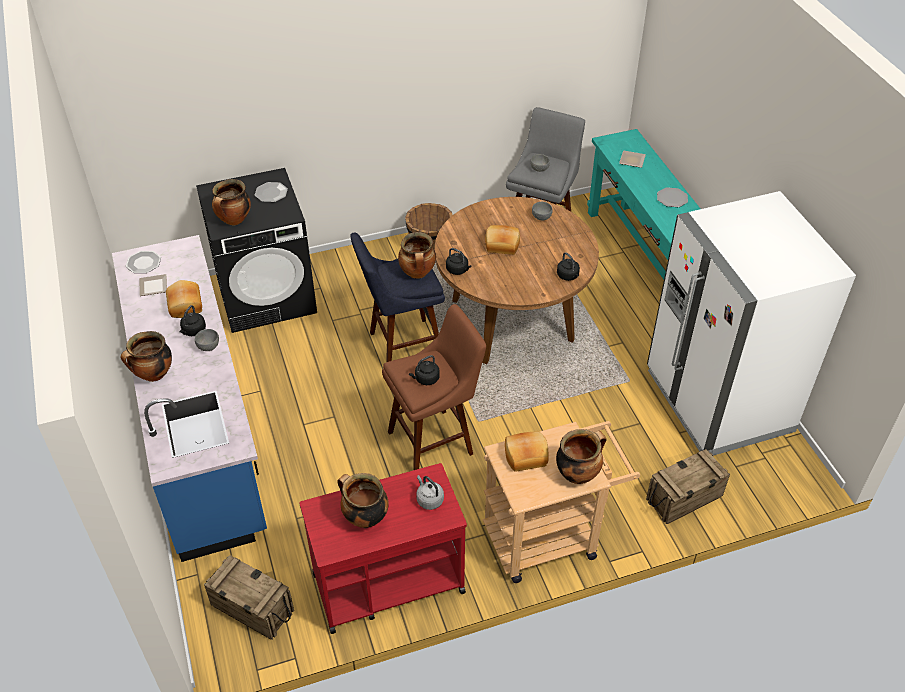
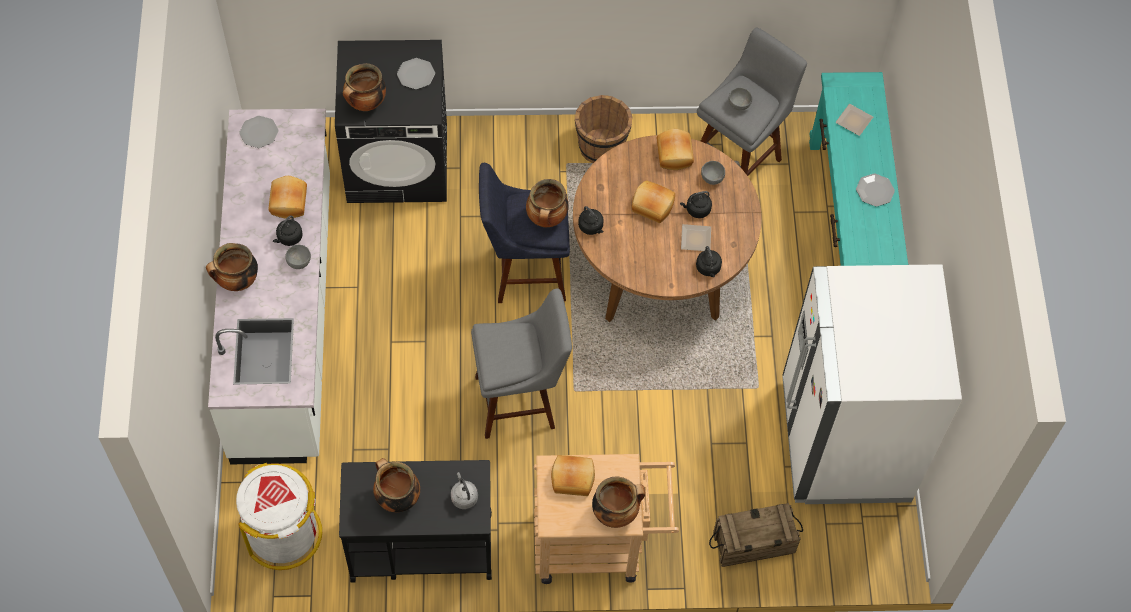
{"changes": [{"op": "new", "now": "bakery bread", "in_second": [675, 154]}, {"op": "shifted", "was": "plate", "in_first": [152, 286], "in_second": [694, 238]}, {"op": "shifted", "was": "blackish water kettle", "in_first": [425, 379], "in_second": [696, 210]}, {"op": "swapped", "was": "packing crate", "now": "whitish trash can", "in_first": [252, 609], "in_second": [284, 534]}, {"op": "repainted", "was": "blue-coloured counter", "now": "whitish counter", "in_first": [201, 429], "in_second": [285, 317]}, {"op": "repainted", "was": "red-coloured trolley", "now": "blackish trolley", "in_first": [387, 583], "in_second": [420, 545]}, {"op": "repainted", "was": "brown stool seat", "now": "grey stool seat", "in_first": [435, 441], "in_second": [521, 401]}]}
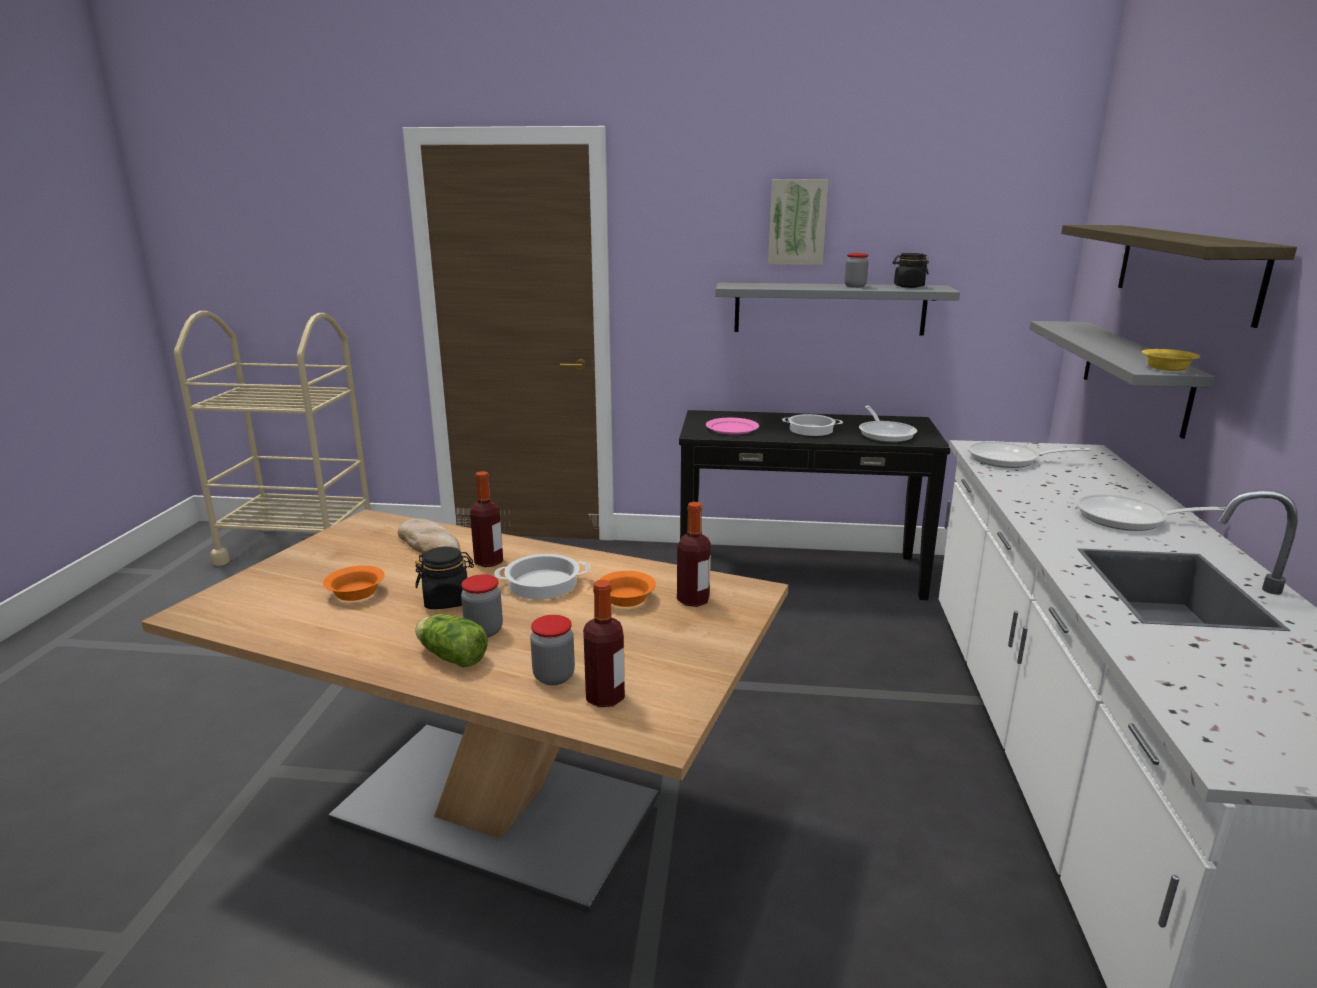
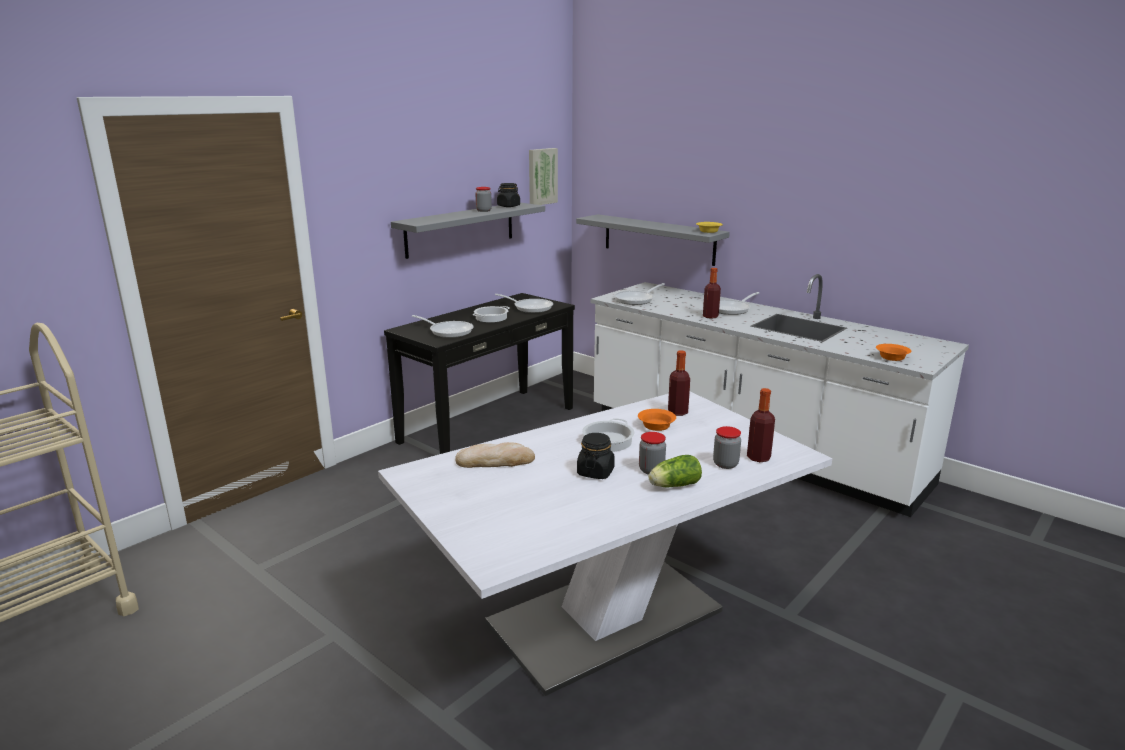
{"changes": [{"op": "gone", "was": "wall shelf", "in_first": [1185, 269]}, {"op": "shifted", "was": "orangey deep dish", "in_first": [356, 592], "in_second": [891, 357]}, {"op": "shifted", "was": "drink bottle", "in_first": [489, 562], "in_second": [710, 316]}, {"op": "shifted", "was": "wall art", "in_first": [797, 222], "in_second": [541, 176]}, {"op": "swapped", "was": "pink-coloured plate", "now": "pan", "in_first": [732, 428], "in_second": [448, 331]}, {"op": "repainted", "was": "brown dinner table", "now": "whitish dinner table", "in_first": [496, 809], "in_second": [605, 617]}]}
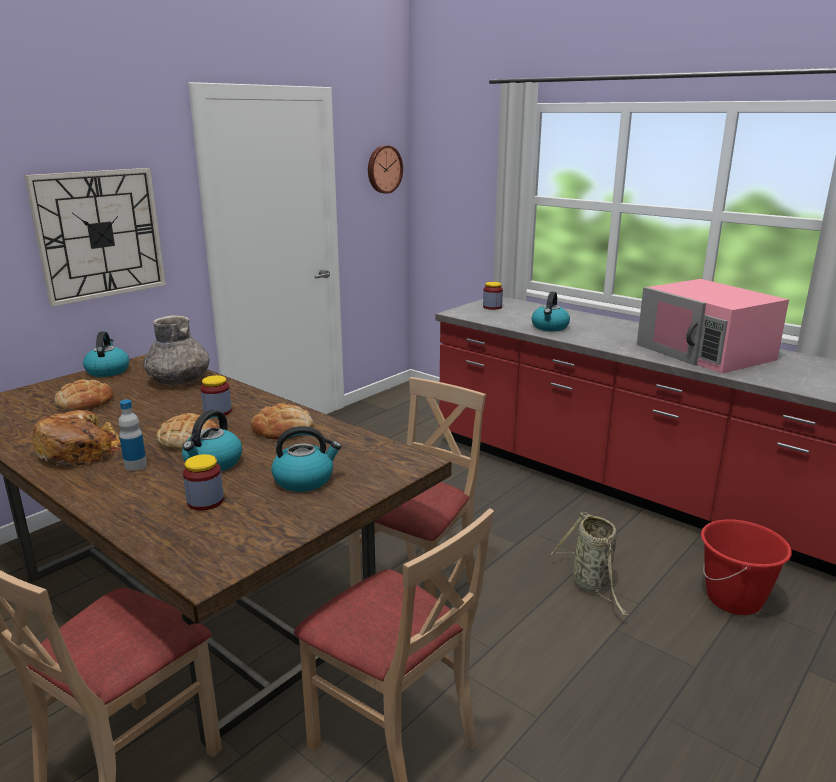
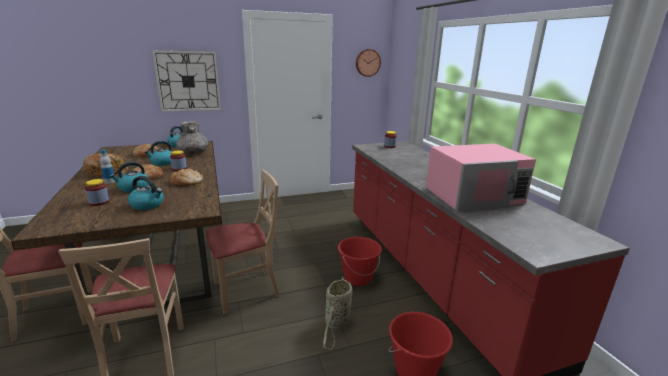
{"changes": [{"op": "new", "now": "red-coloured water bucket", "in_second": [358, 278]}, {"op": "shifted", "was": "water kettle", "in_first": [550, 327], "in_second": [162, 163]}, {"op": "rotated", "was": "pink-coloured microwave", "in_first": [705, 352], "in_second": [474, 195], "clockwise": -105}]}
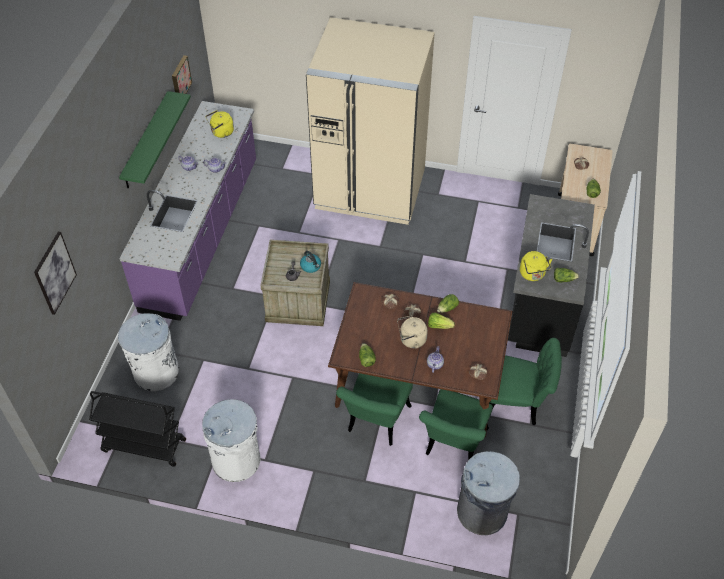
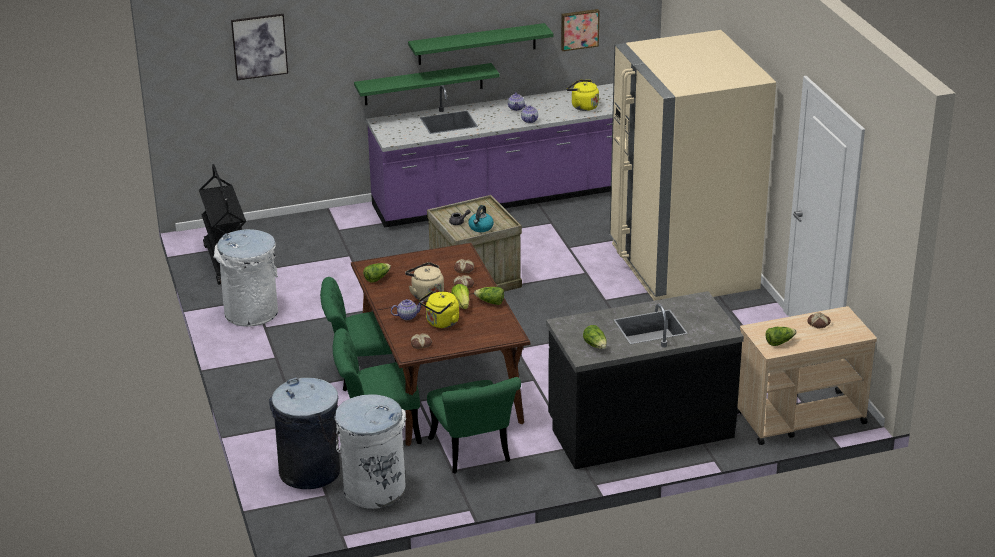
{"changes": [{"op": "new", "now": "green-coloured wall shelf", "in_second": [423, 84]}, {"op": "shifted", "was": "whitish trash can", "in_first": [156, 372], "in_second": [374, 489]}, {"op": "shifted", "was": "yellow-coloured water kettle", "in_first": [533, 274], "in_second": [441, 323]}]}
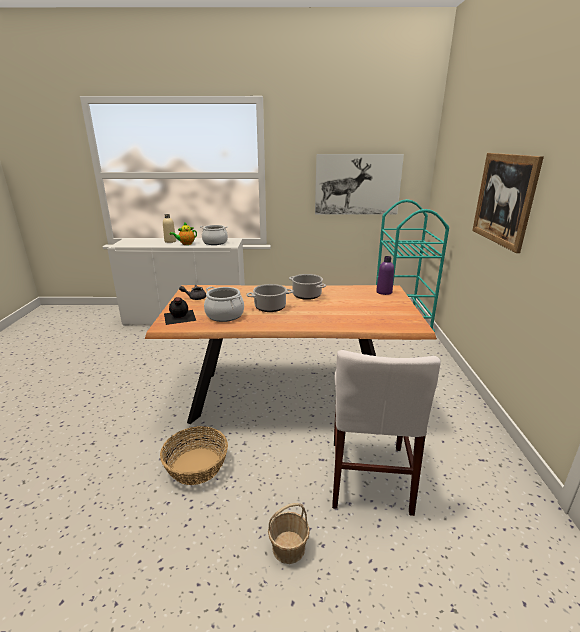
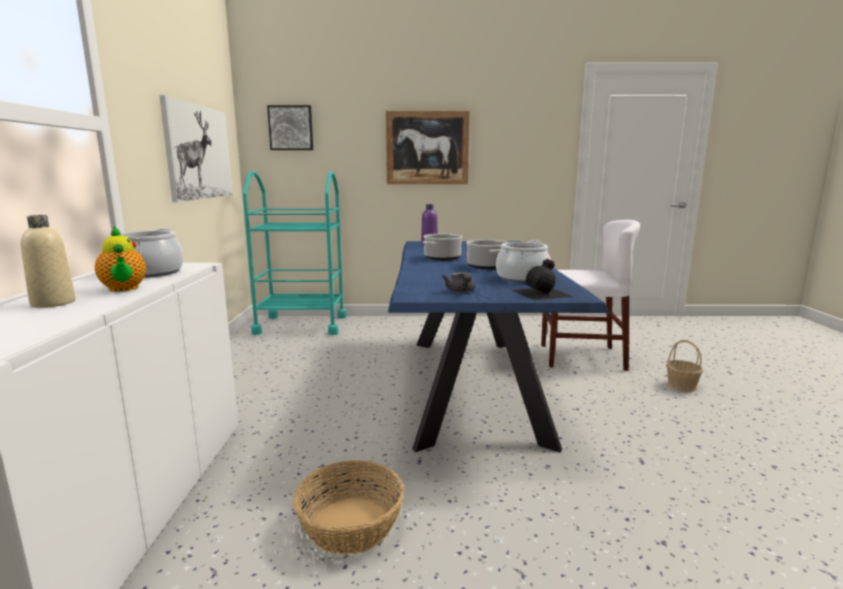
{"changes": [{"op": "new", "now": "wall art", "in_second": [291, 128]}, {"op": "shifted", "was": "household basket", "in_first": [196, 466], "in_second": [351, 524]}, {"op": "repainted", "was": "brown dinner table", "now": "blue-coloured dinner table", "in_first": [290, 394], "in_second": [472, 385]}]}
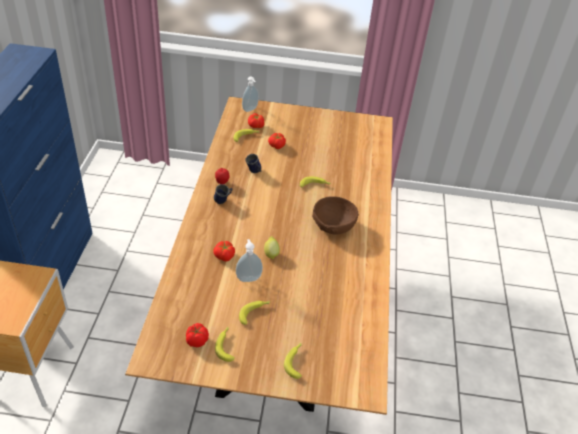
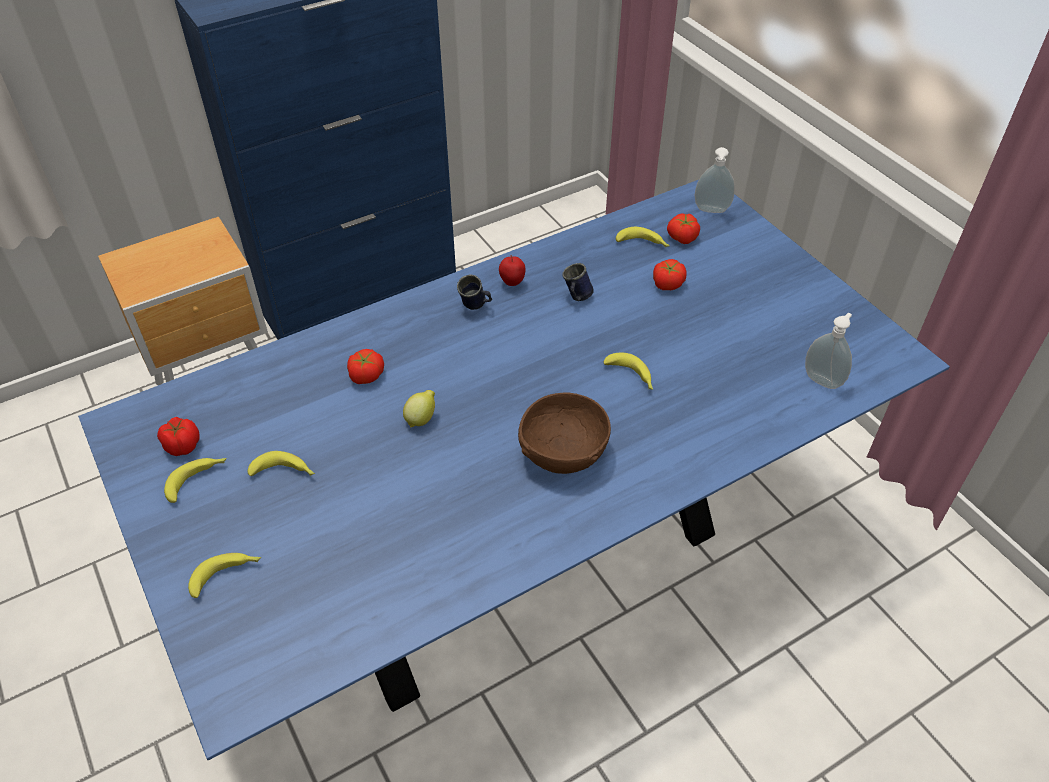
{"changes": [{"op": "shifted", "was": "liquid soap bottle", "in_first": [248, 278], "in_second": [823, 379]}, {"op": "repainted", "was": "brown dinner table", "now": "blue-coloured dinner table", "in_first": [280, 315], "in_second": [524, 555]}]}
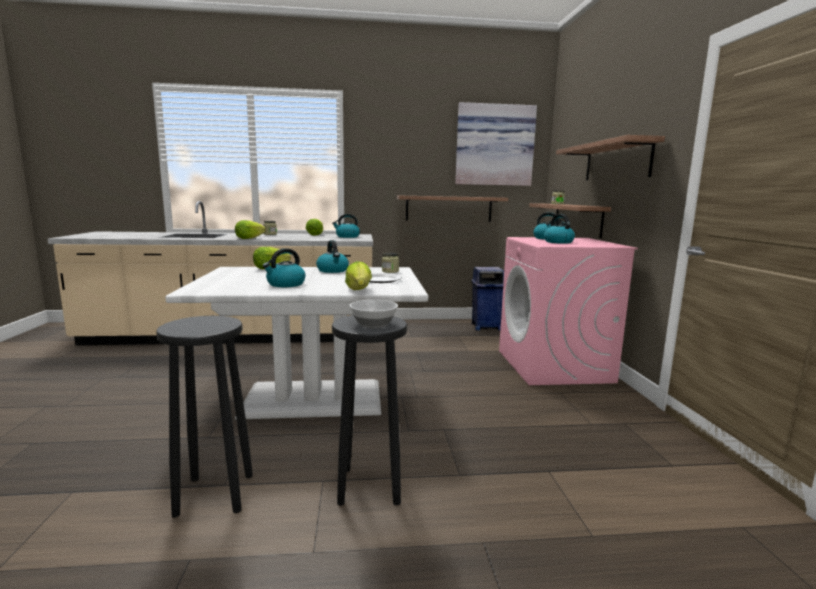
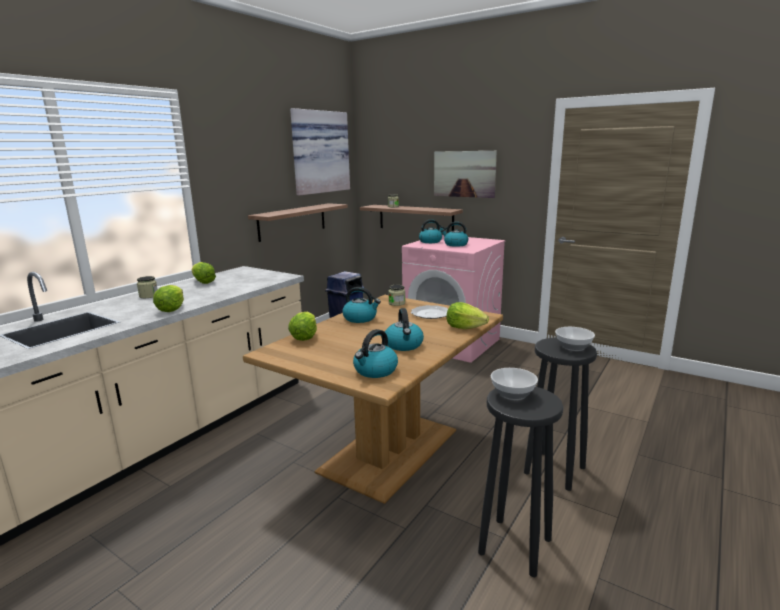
{"changes": [{"op": "new", "now": "deep dish", "in_second": [512, 394]}, {"op": "shifted", "was": "water kettle", "in_first": [347, 237], "in_second": [375, 371]}, {"op": "swapped", "was": "wall shelf", "now": "wall art", "in_first": [616, 161], "in_second": [464, 174]}, {"op": "repainted", "was": "whitish dinner table", "now": "brown dinner table", "in_first": [313, 398], "in_second": [388, 450]}]}
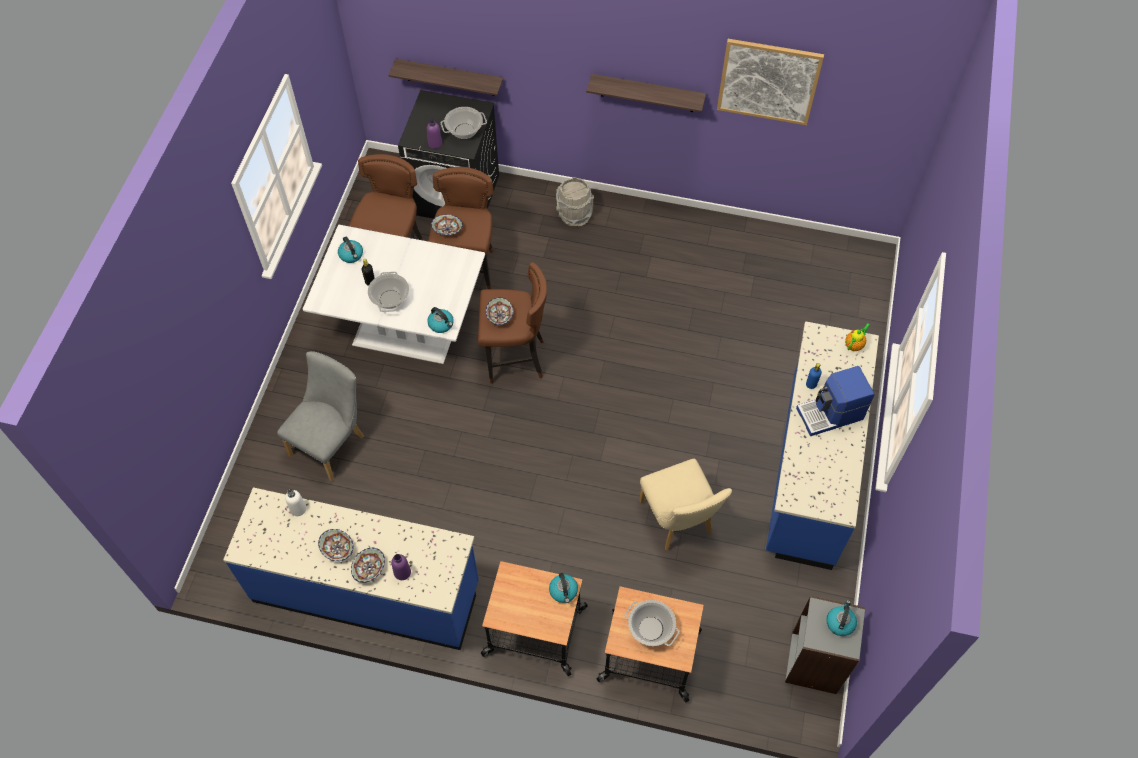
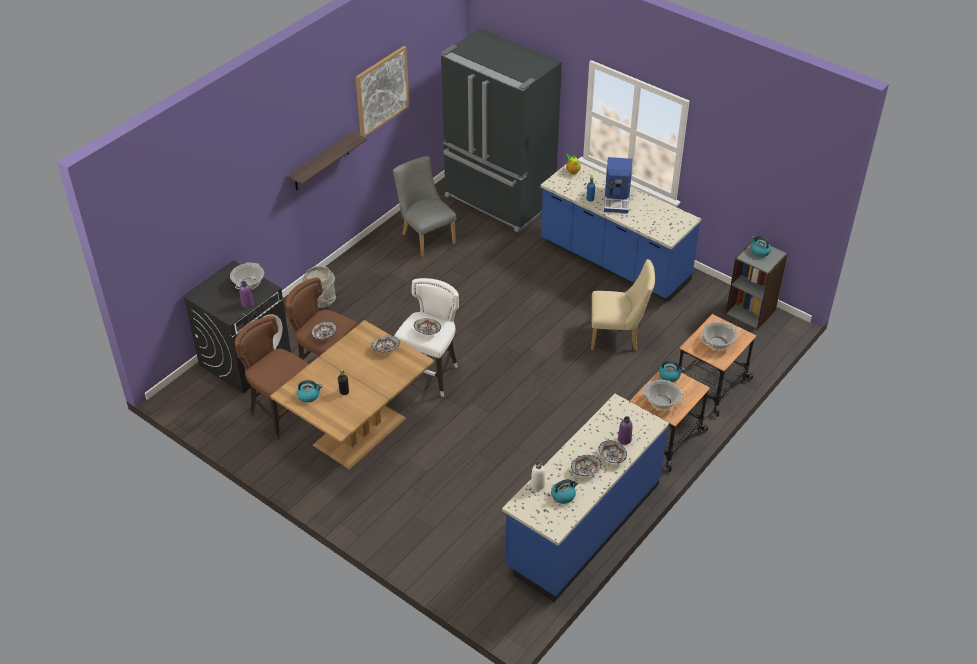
{"changes": [{"op": "gone", "was": "wall shelf", "in_first": [450, 77]}, {"op": "new", "now": "deep dish", "in_second": [386, 349]}, {"op": "new", "now": "blackish kitchen fridge", "in_second": [498, 200]}, {"op": "shifted", "was": "grey upright chair", "in_first": [331, 442], "in_second": [425, 237]}, {"op": "shifted", "was": "cooking pot", "in_first": [390, 299], "in_second": [661, 402]}, {"op": "shifted", "was": "water kettle", "in_first": [441, 324], "in_second": [563, 495]}, {"op": "repainted", "was": "whitish dinner table", "now": "brown dinner table", "in_first": [406, 331], "in_second": [359, 431]}, {"op": "repainted", "was": "brown stool seat", "now": "whitish stool seat", "in_first": [515, 359], "in_second": [431, 376]}]}
